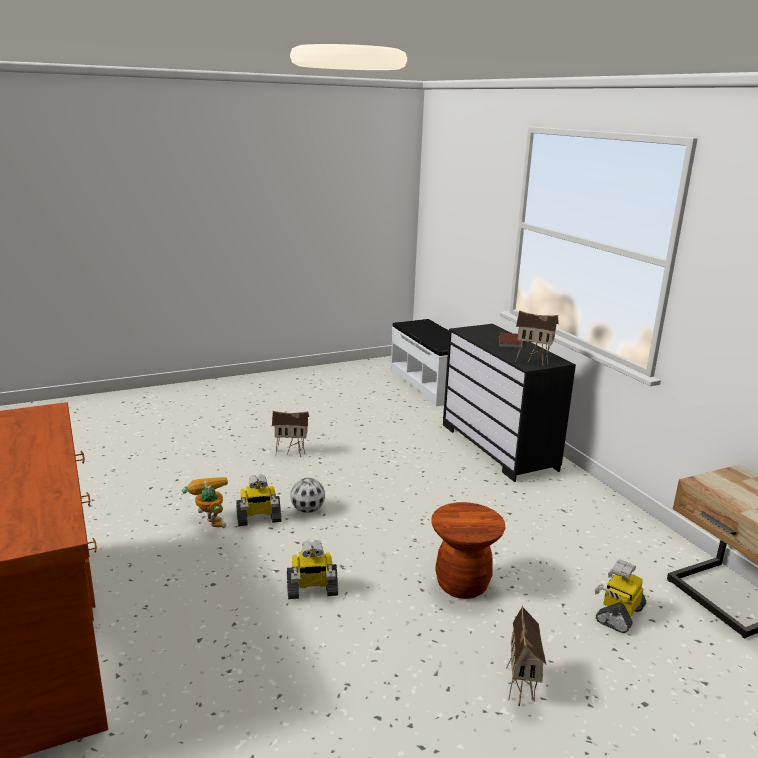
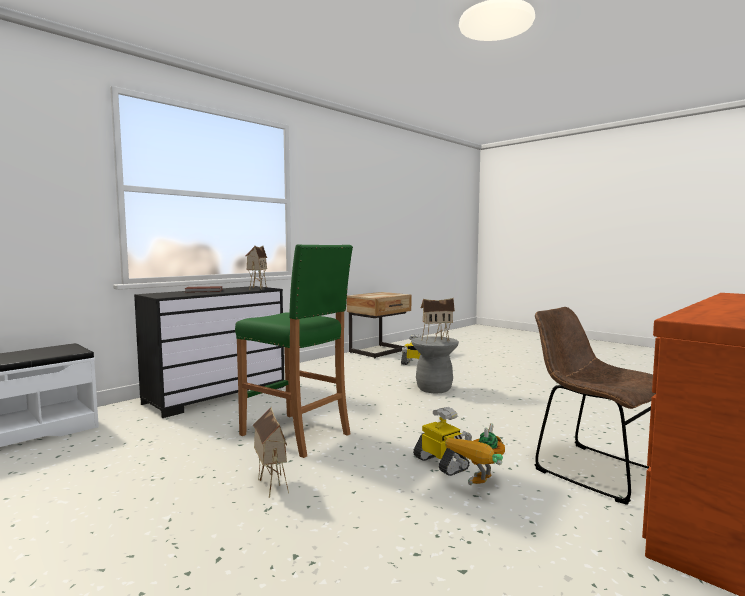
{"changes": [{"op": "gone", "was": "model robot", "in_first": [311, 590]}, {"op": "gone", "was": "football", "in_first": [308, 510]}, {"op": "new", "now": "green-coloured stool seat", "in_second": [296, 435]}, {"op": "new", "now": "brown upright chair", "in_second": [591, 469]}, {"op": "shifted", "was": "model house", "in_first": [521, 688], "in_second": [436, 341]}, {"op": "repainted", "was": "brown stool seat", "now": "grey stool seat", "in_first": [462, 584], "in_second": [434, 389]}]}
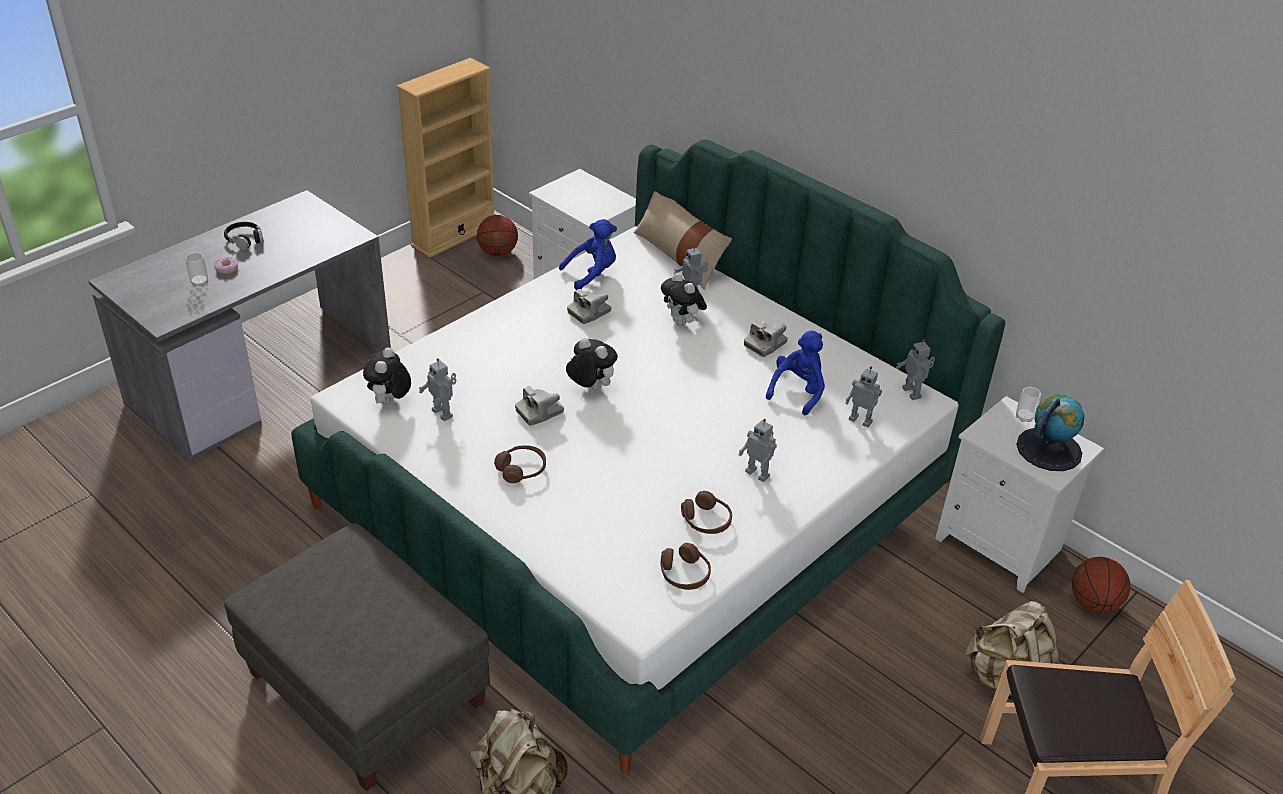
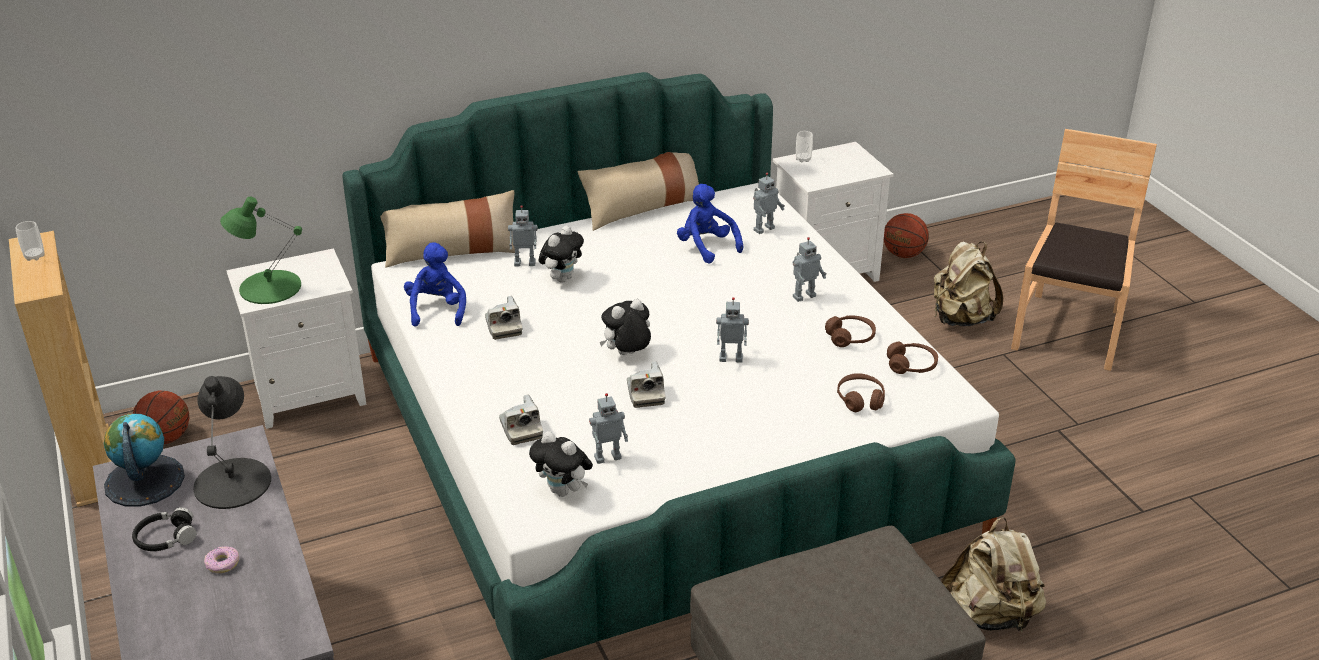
{"changes": [{"op": "new", "now": "blackish lamp for a table", "in_second": [233, 482]}, {"op": "new", "now": "green-coloured lamp for a table", "in_second": [269, 287]}, {"op": "new", "now": "beige-coloured throw pillow", "in_second": [643, 208]}, {"op": "shifted", "was": "small cup", "in_first": [199, 282], "in_second": [34, 256]}, {"op": "shifted", "was": "brown pair of headphones", "in_first": [521, 470], "in_second": [860, 399]}, {"op": "shifted", "was": "photo camera", "in_first": [765, 344], "in_second": [521, 429]}, {"op": "shifted", "was": "model robot", "in_first": [912, 393], "in_second": [731, 358]}, {"op": "shifted", "was": "desk globe", "in_first": [1048, 449], "in_second": [144, 481]}, {"op": "rotated", "was": "plush toy", "in_first": [682, 322], "in_second": [562, 278], "clockwise": -45}]}
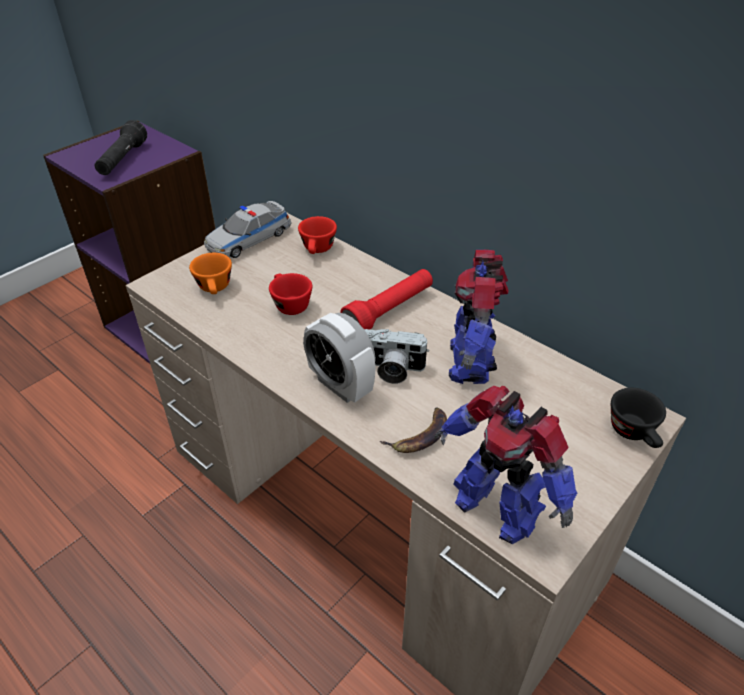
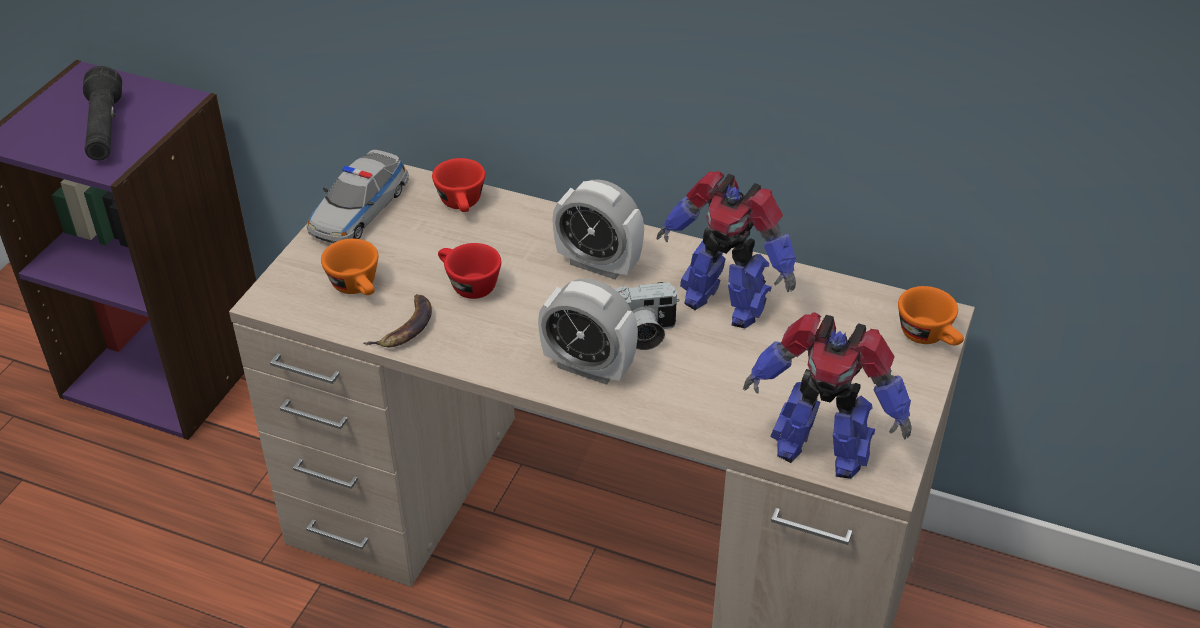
{"changes": [{"op": "shifted", "was": "banana", "in_first": [420, 435], "in_second": [405, 327]}, {"op": "swapped", "was": "red-coloured hand torch", "now": "alarm clock", "in_first": [389, 311], "in_second": [598, 264]}, {"op": "repainted", "was": "blackish small cup", "now": "orangey small cup", "in_first": [635, 434], "in_second": [929, 337]}, {"op": "rotated", "was": "model robot", "in_first": [471, 361], "in_second": [724, 302], "clockwise": -45}]}
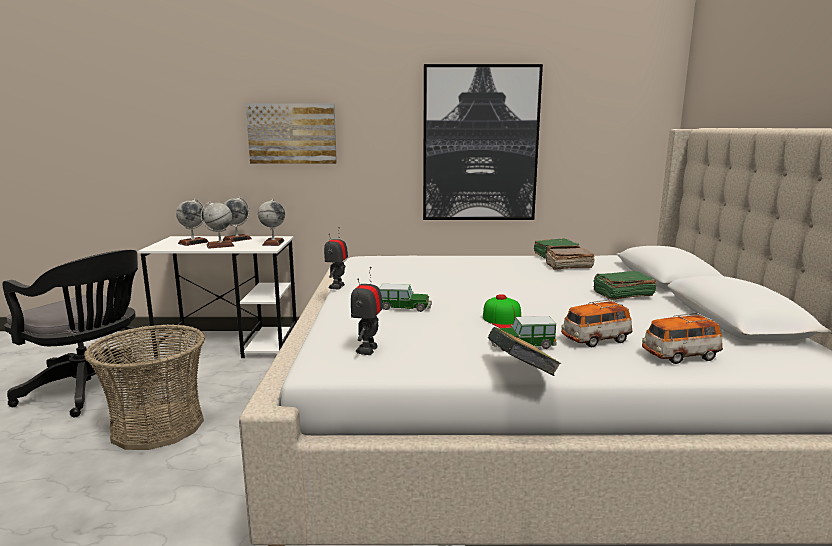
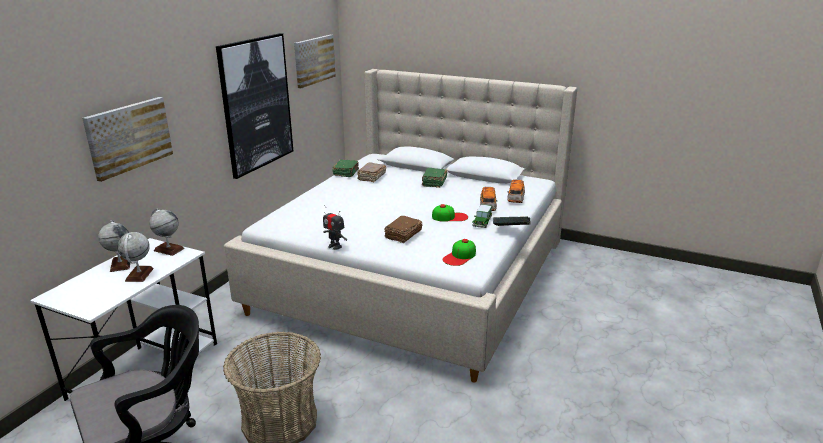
{"changes": [{"op": "gone", "was": "desk globe", "in_first": [193, 242]}, {"op": "new", "now": "wall art", "in_second": [314, 60]}, {"op": "swapped", "was": "model robot", "now": "peaked cap", "in_first": [367, 349], "in_second": [460, 256]}, {"op": "swapped", "was": "toy car", "now": "brown bound book", "in_first": [405, 308], "in_second": [403, 235]}]}
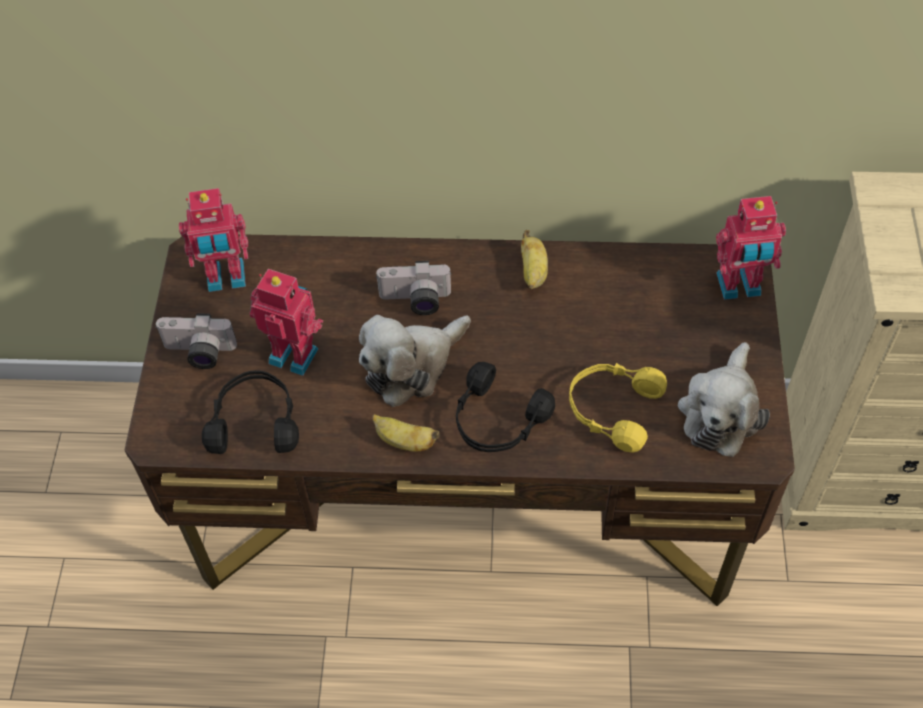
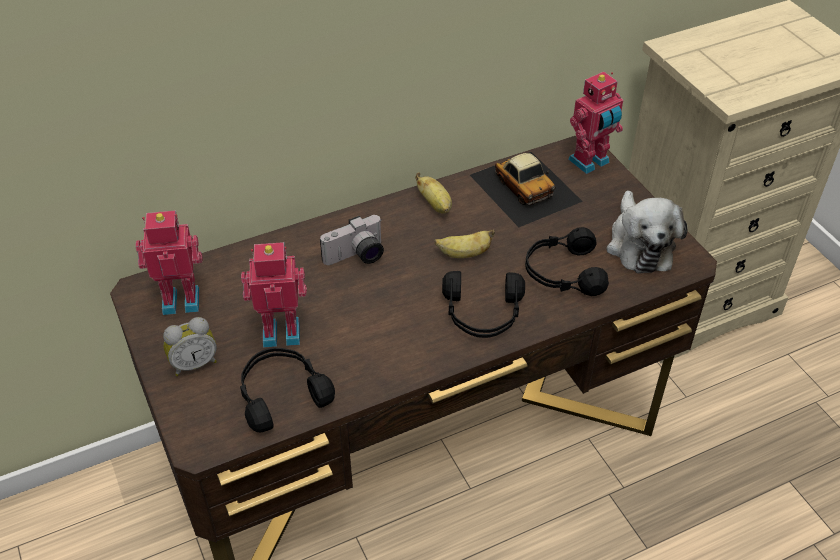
{"changes": [{"op": "gone", "was": "plush toy", "in_first": [412, 366]}, {"op": "new", "now": "toy car", "in_second": [525, 187]}, {"op": "shifted", "was": "banana", "in_first": [404, 441], "in_second": [464, 254]}, {"op": "swapped", "was": "photo camera", "now": "alarm clock", "in_first": [198, 353], "in_second": [194, 363]}, {"op": "repainted", "was": "yellow-coloured pair of headphones", "now": "blackish pair of headphones", "in_first": [612, 409], "in_second": [562, 273]}, {"op": "rotated", "was": "model robot", "in_first": [226, 279], "in_second": [181, 299], "clockwise": -150}]}
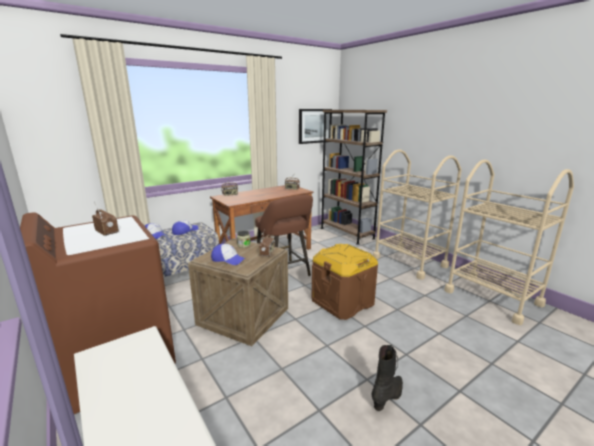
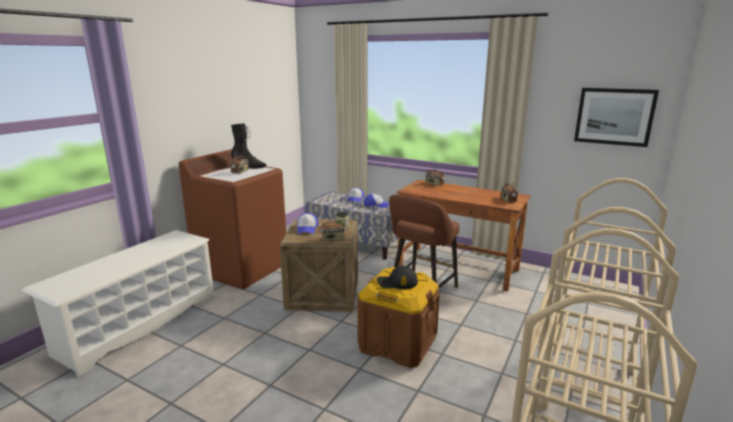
{"changes": [{"op": "gone", "was": "brown bookcase", "in_first": [346, 233]}, {"op": "new", "now": "blackish peaked cap", "in_second": [397, 282]}, {"op": "shifted", "was": "blackish tall boot", "in_first": [388, 397], "in_second": [249, 167]}]}
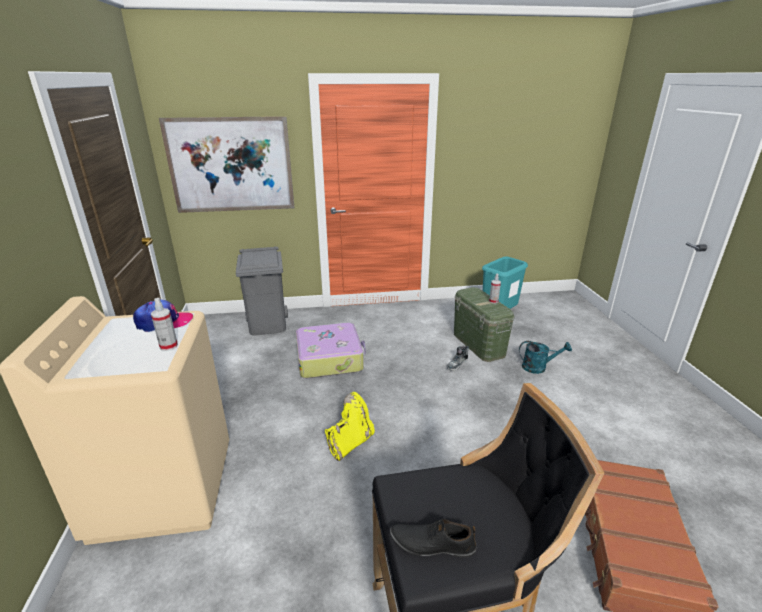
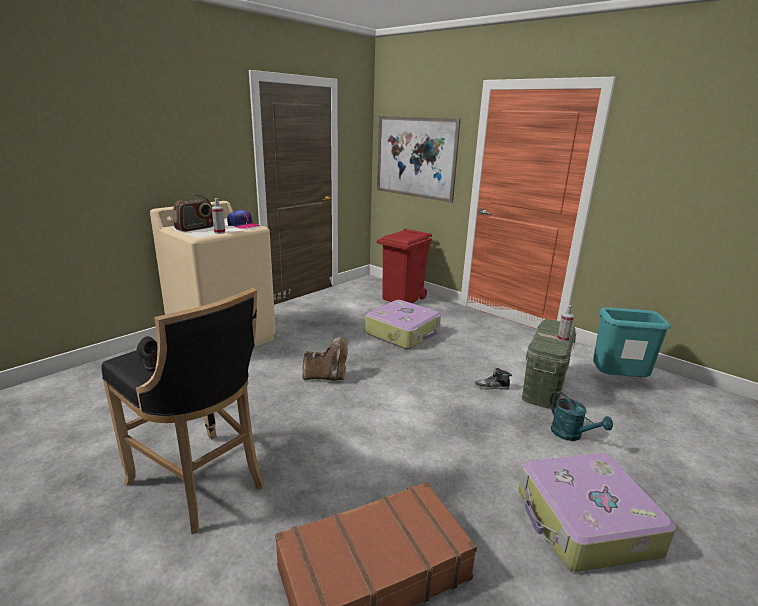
{"changes": [{"op": "new", "now": "radio receiver", "in_second": [195, 228]}, {"op": "new", "now": "piece of luggage", "in_second": [585, 522]}, {"op": "repainted", "was": "grey trash can", "now": "red-coloured trash can", "in_first": [268, 325], "in_second": [402, 298]}, {"op": "repainted", "was": "yellow-coloured tall boot", "now": "brown tall boot", "in_first": [350, 442], "in_second": [326, 377]}]}
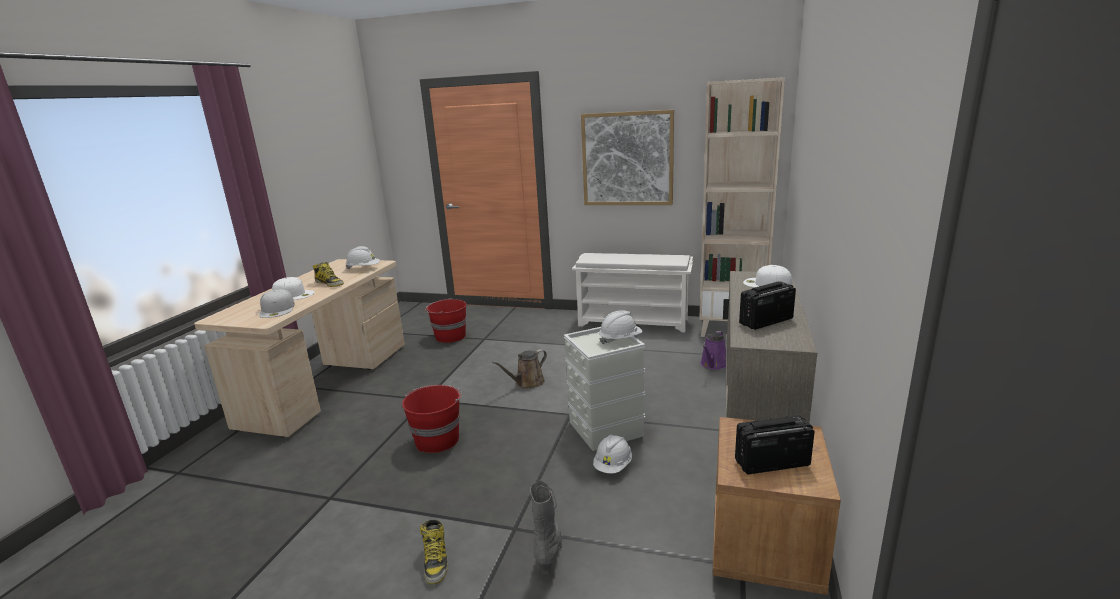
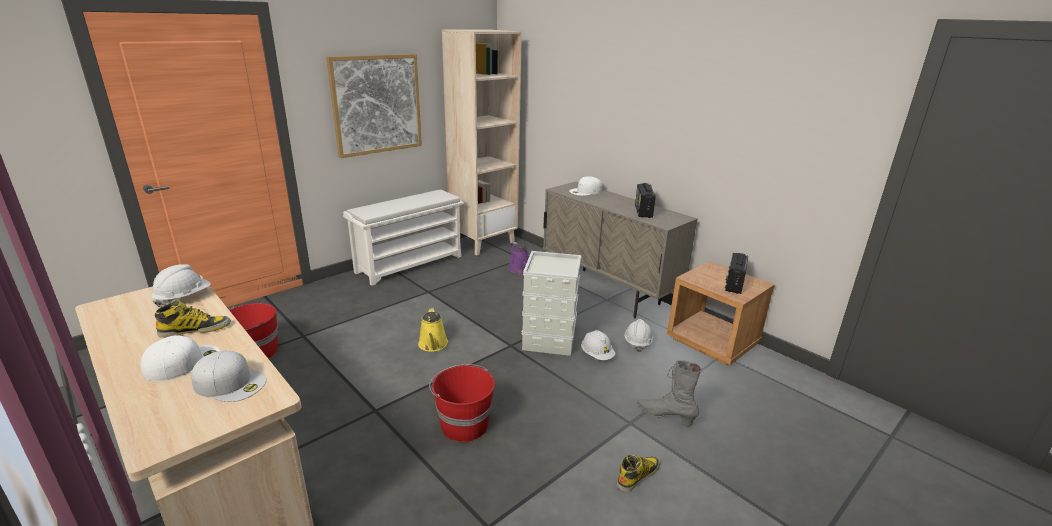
{"changes": [{"op": "shifted", "was": "whitish work helmet", "in_first": [620, 339], "in_second": [637, 343]}, {"op": "repainted", "was": "brown watering pot", "now": "yellow-coloured watering pot", "in_first": [527, 383], "in_second": [433, 345]}, {"op": "rotated", "was": "tall boot", "in_first": [435, 560], "in_second": [638, 475], "clockwise": -60}]}
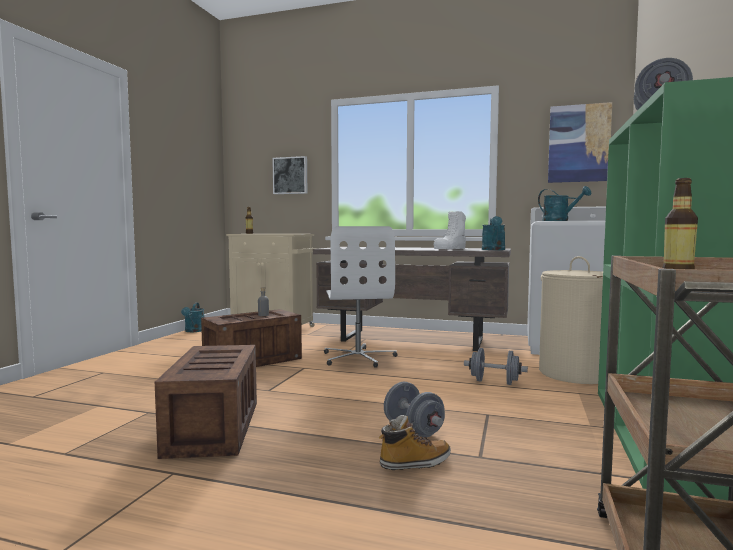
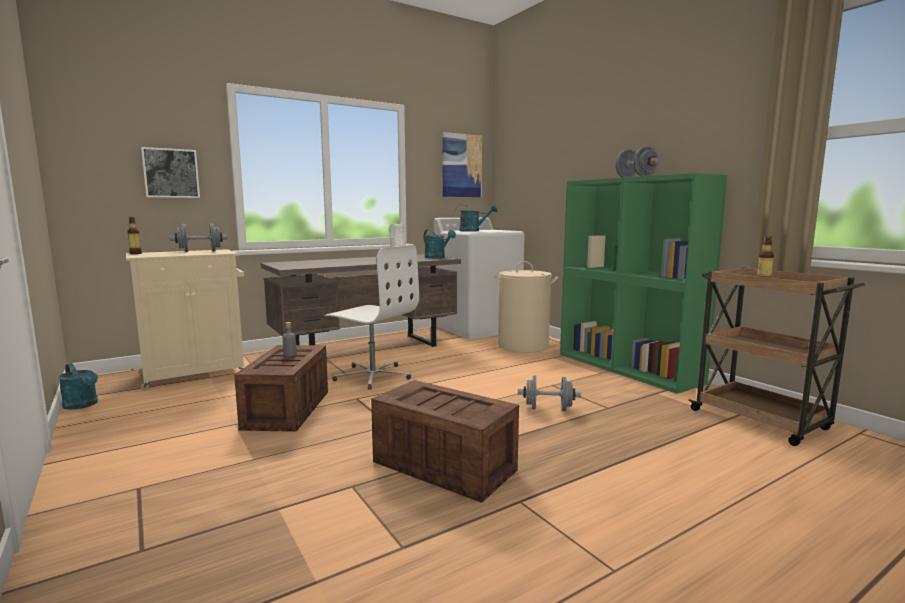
{"changes": [{"op": "gone", "was": "tall boot", "in_first": [415, 463]}, {"op": "shifted", "was": "grey hand weight", "in_first": [494, 382], "in_second": [200, 251]}]}
